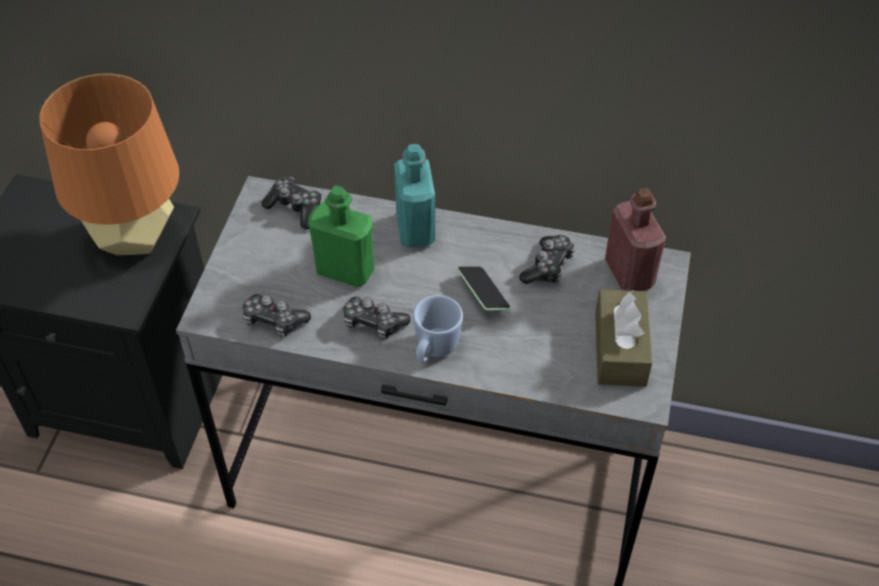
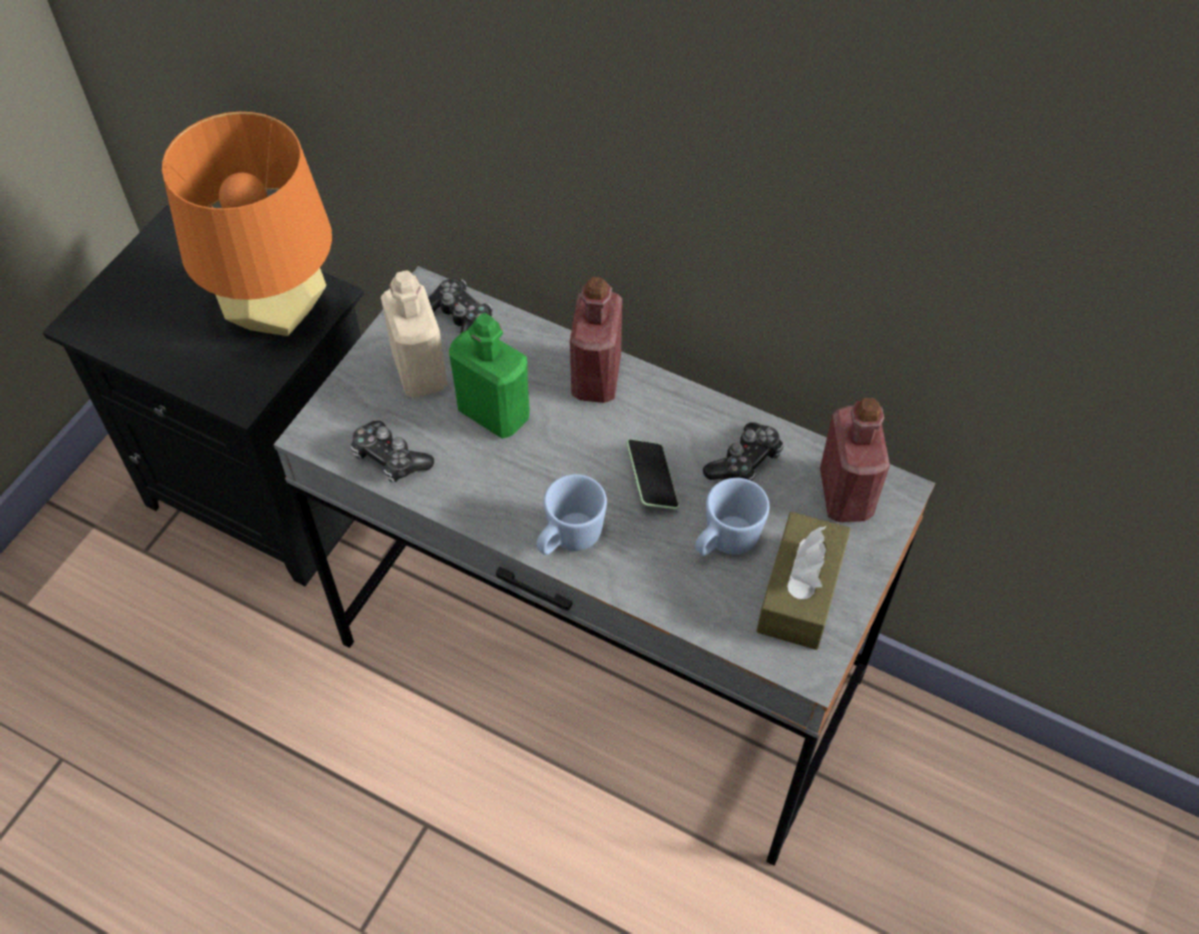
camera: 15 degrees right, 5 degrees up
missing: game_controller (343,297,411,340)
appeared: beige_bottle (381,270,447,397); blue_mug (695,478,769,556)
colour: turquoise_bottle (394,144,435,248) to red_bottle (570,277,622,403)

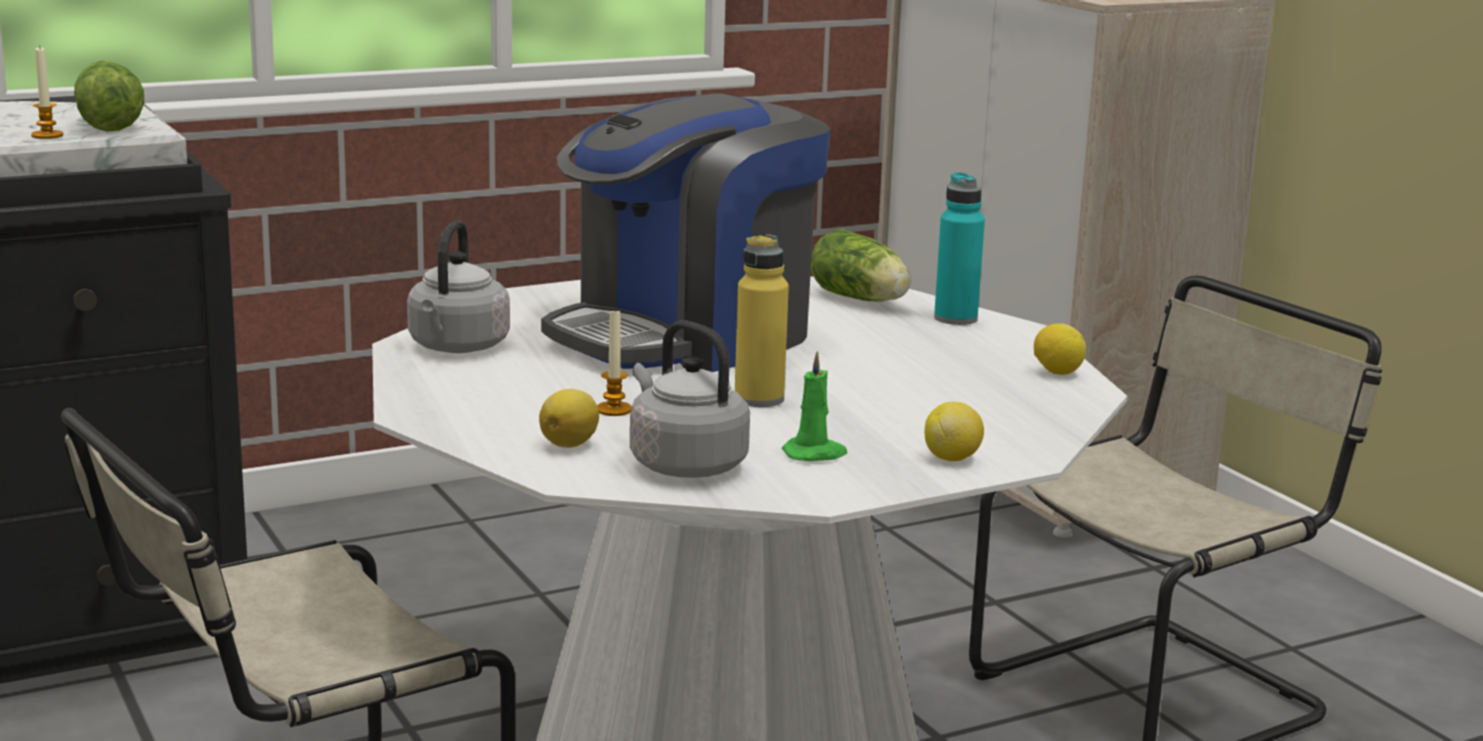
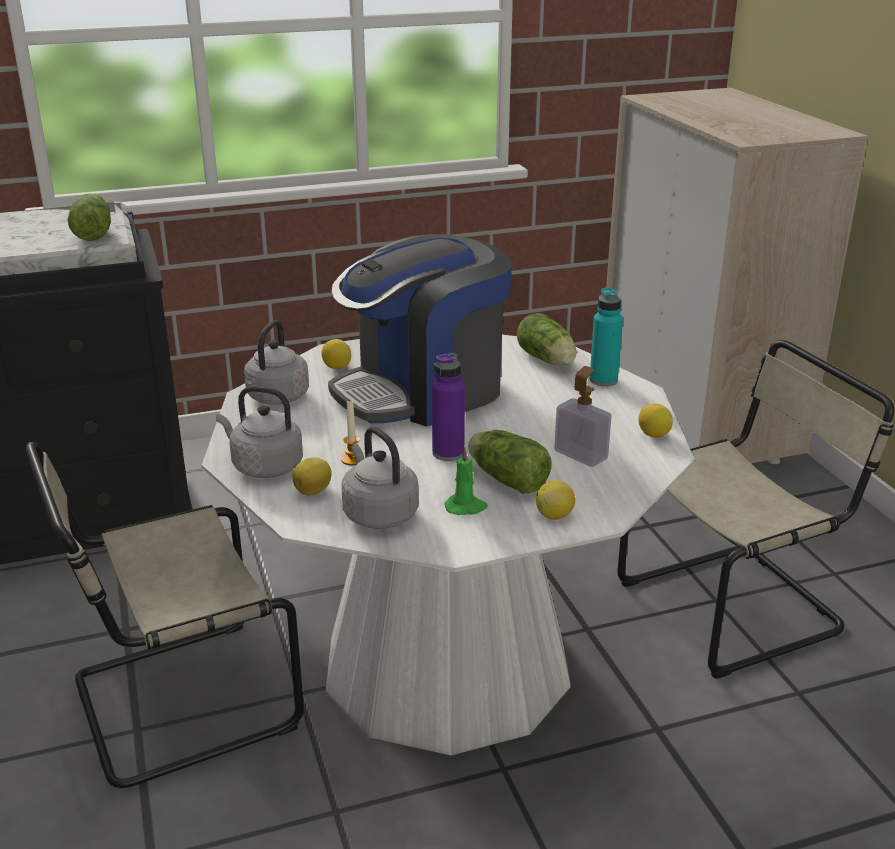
camera: 10 degrees right, 10 degrees up
missing: candle (31,45,63,139)
appeared: grey_kettle (216,386,303,478); lemon (321,339,351,369); lettuce (468,430,552,494); soap_dispenser (554,366,611,467)
colour: yellow_bottle (735,234,789,407) to purple_bottle (432,353,465,461)

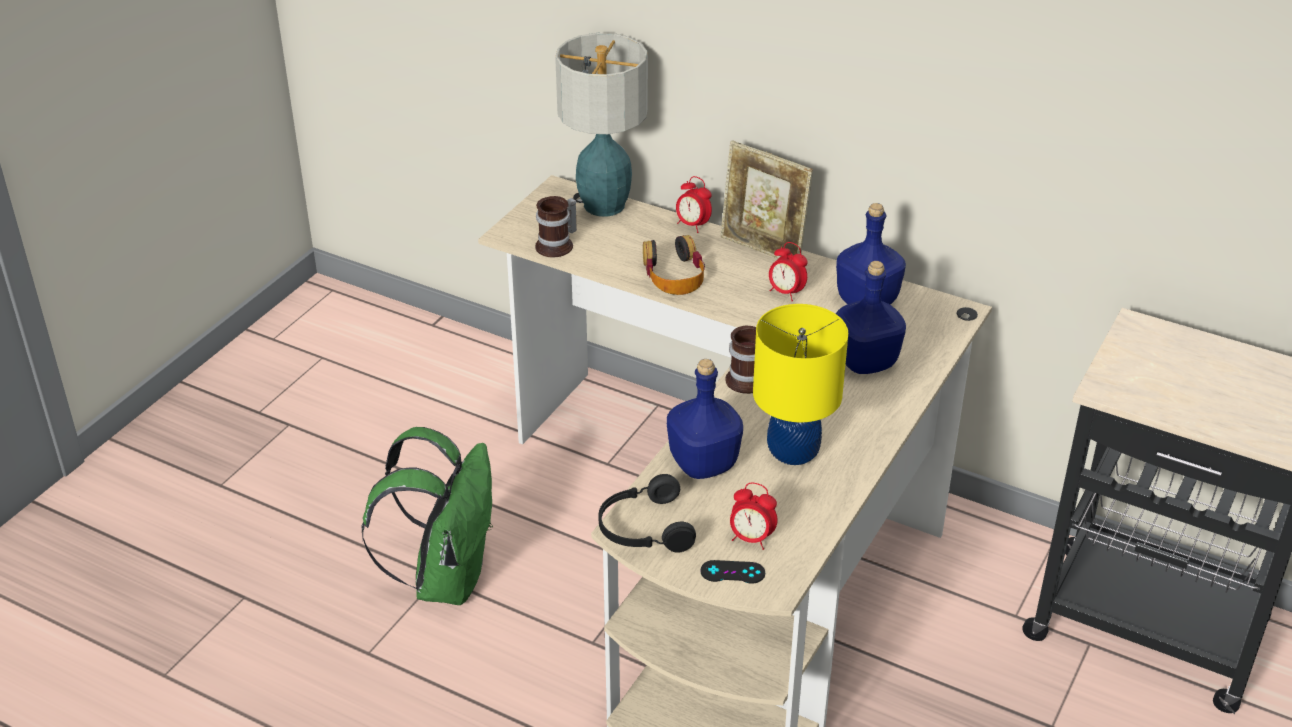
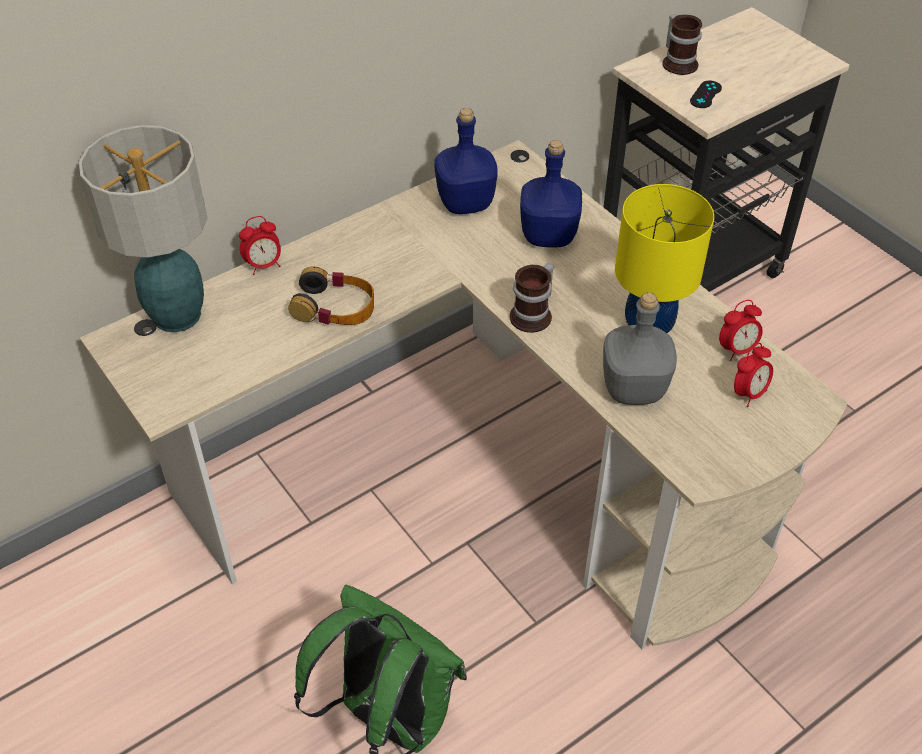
camera: 65 degrees left, 10 degrees up
missing: black_headphones (598,474,696,553); picture_frame (720,140,813,258)
relocated: mug (535,196,577,258) to (662,14,702,75); black_game_controller (700,560,765,584) to (690,81,722,108); alarm_clock (769,242,808,301) to (719,300,763,361)
colour: blue_bottle (667,359,743,479) to grey_bottle (603,292,677,405)

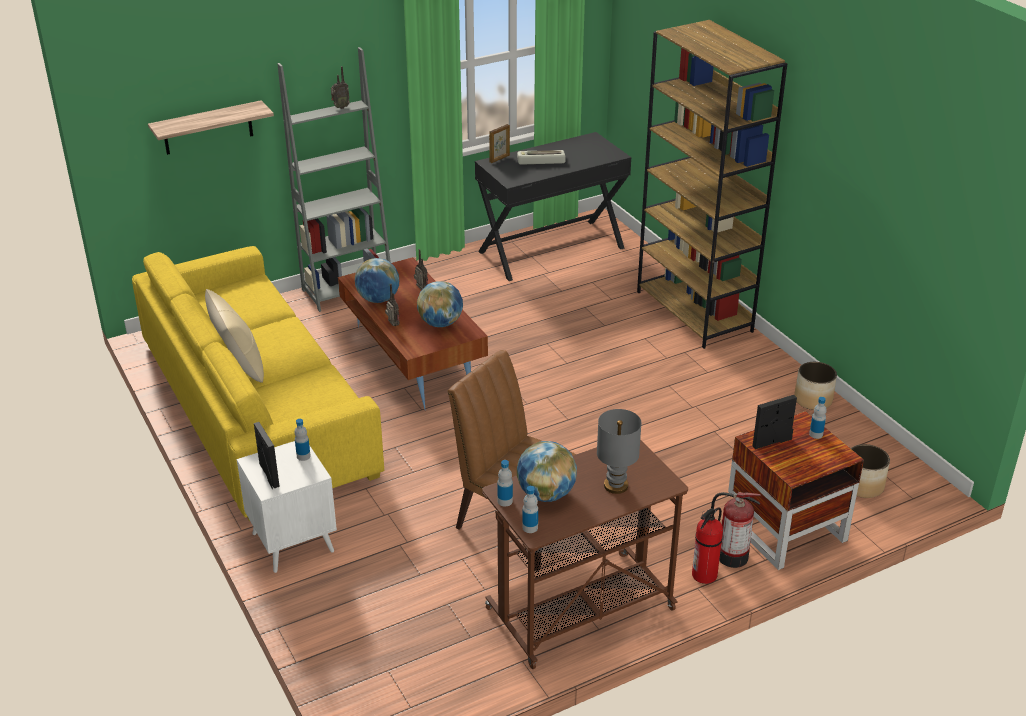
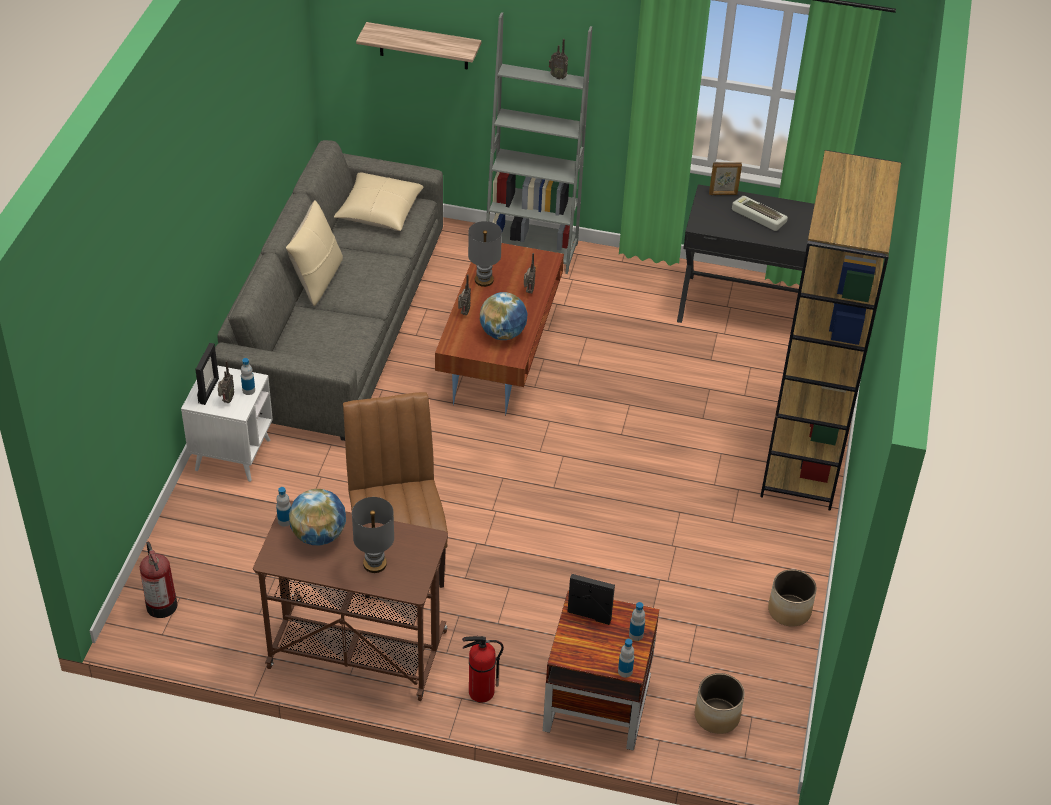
camera: 40 degrees right, 10 degrees up
appeared: radio (218,361,234,403); beige_pillow (334,172,424,231)
relocated: bottle (522,486,538,533) to (618,639,634,677); fire_extinguisher (711,492,761,568) to (140,541,177,618)
exchanged: globe (355,258,399,303) to grey_table_lamp (468,221,502,287)
colour: yellow_sofa (132,246,384,521) to grey_sofa (215,140,443,441)

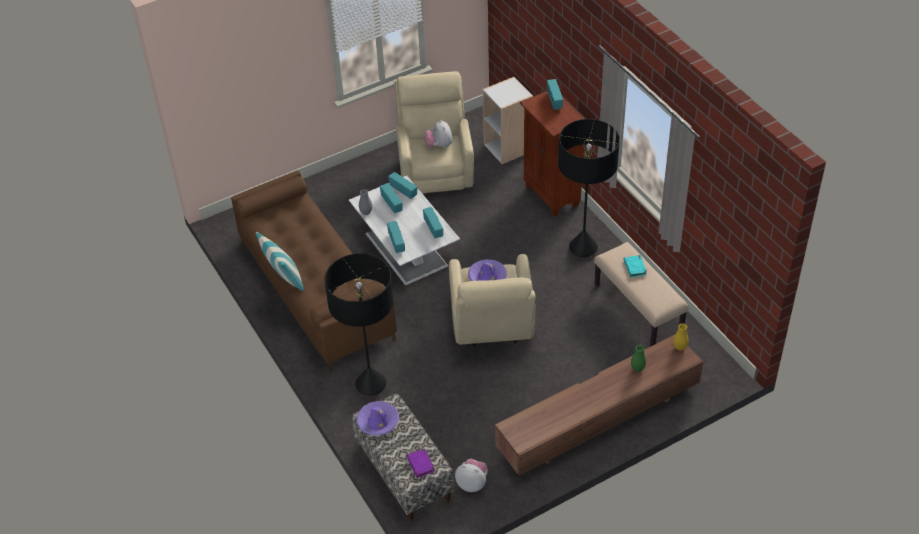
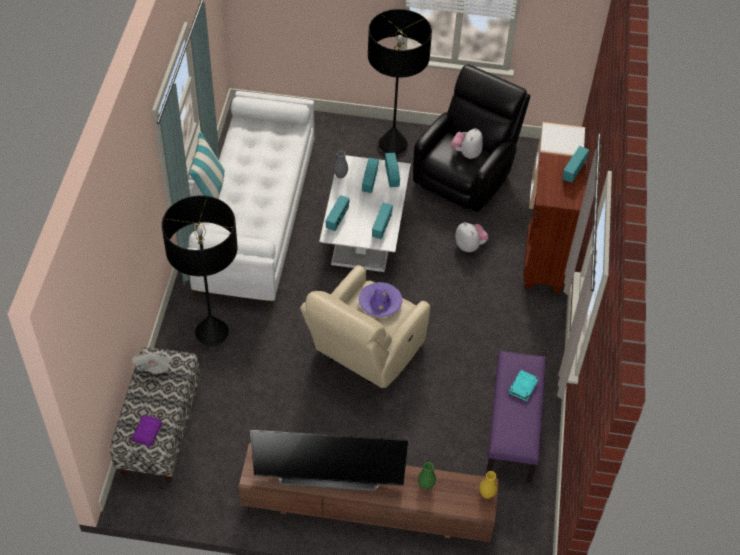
camera: 35 degrees right, 5 degrees up
appeared: television (250,430,408,491)
relocated: plush_toy (455,459,488,492) to (455,222,488,252); black_floor_lamp (558,119,620,257) to (368,9,432,154)
exchanged: purple_hat (357,401,399,436) to newspaper (132,352,172,374)
colour: brown_sofa (231,170,397,371) to white_sofa (187,91,314,309); beige_armchair (395,71,474,194) to black_armchair (413,64,530,212); beige_bench (594,242,689,346) to purple_bench (486,351,546,483)

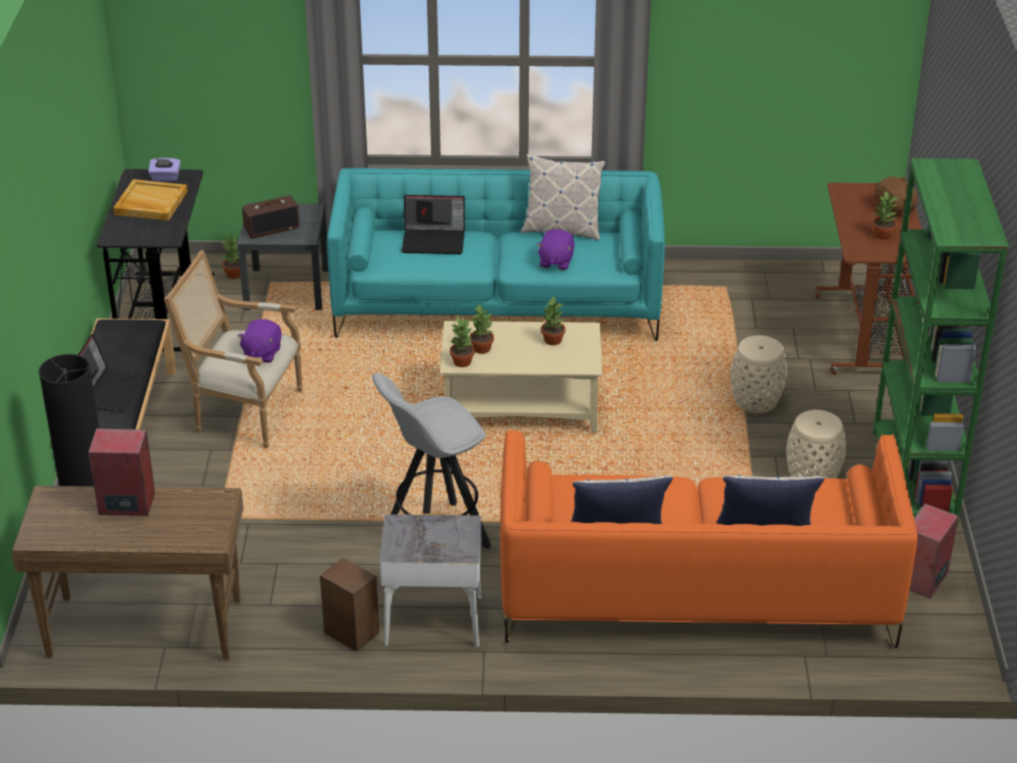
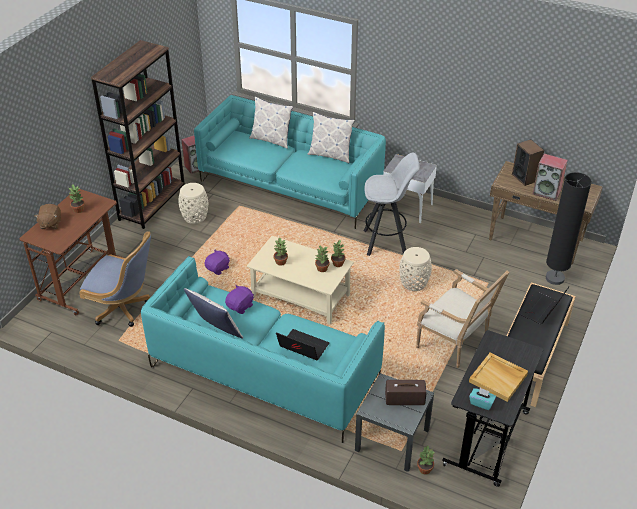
camera: 155 degrees left, 5 degrees up
appeared: blue_office_chair (79,231,151,327)
relocated: purple_plush_toy (237,319,282,363) to (204,249,230,275); speaker (320,558,379,652) to (512,139,544,186); beige_stool (731,335,787,413) to (399,247,432,291)
colour: purple_tissue_box (148,158,181,181) to turquoise_tissue_box (469,388,496,410); orange_sofa (500,429,918,649) to turquoise_sofa (194,95,386,229); green_bookcase (873,158,1009,527) to brown_bookcase (91,40,185,229)

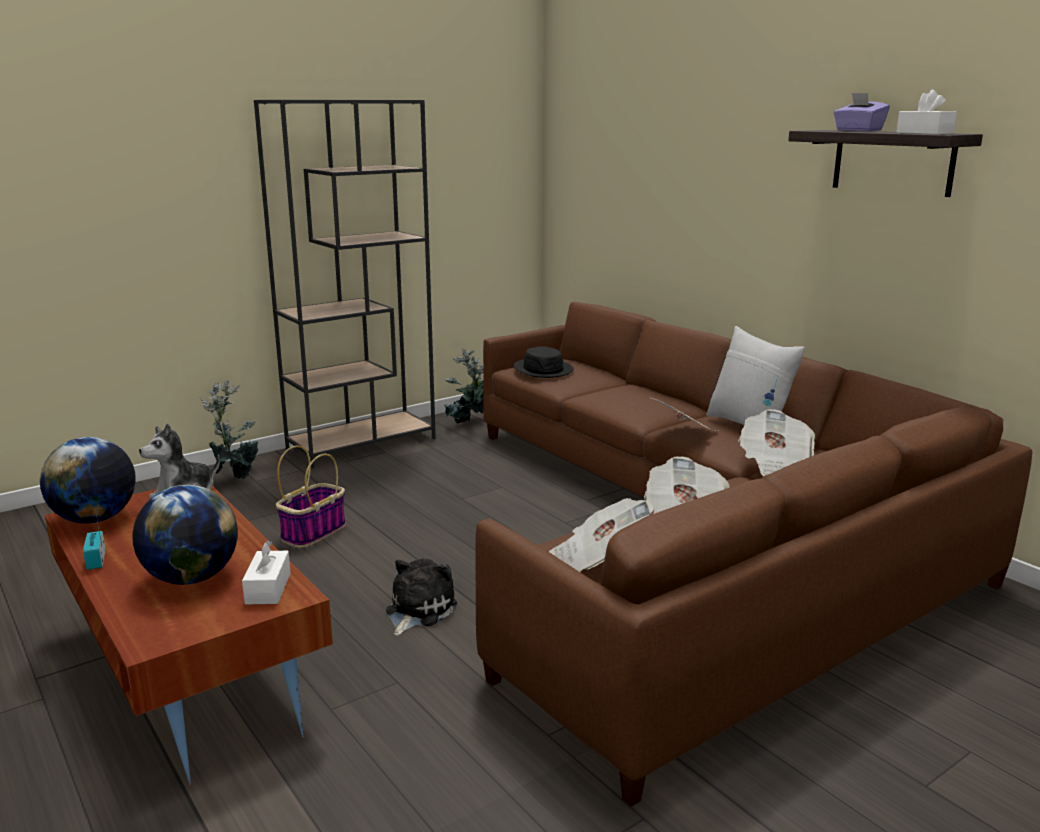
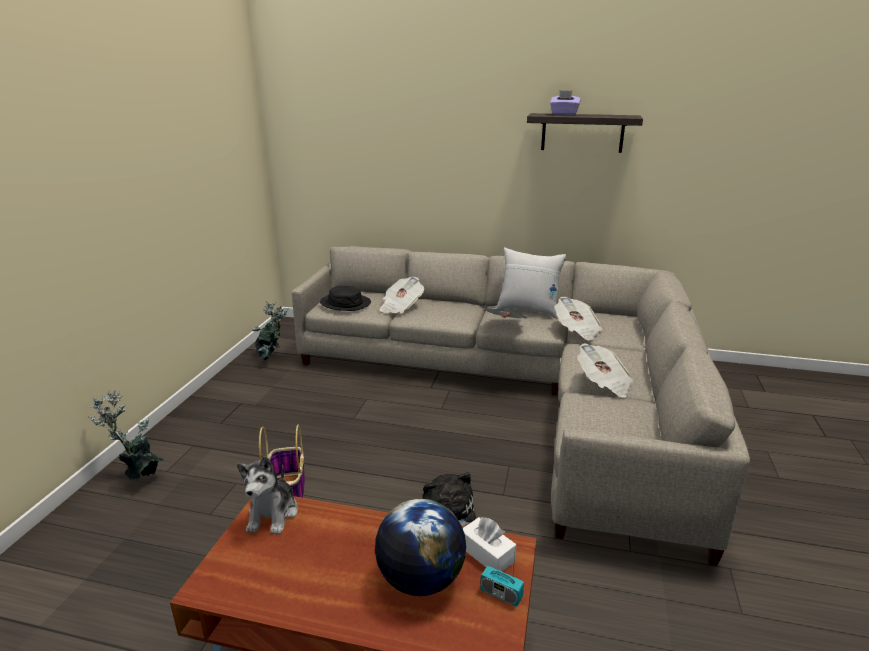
camera: 40 degrees left, 5 degrees up
missing: globe (40,437,136,524); bookcase (254,100,436,469); white_tissue_box (897,90,957,134)
relocated: radio (83,508,106,570) to (480,554,524,606); newspaper (549,498,654,572) to (380,277,424,313)
colour: brown_sofa (475,302,1032,807) to grey_sofa (292,246,750,566)

